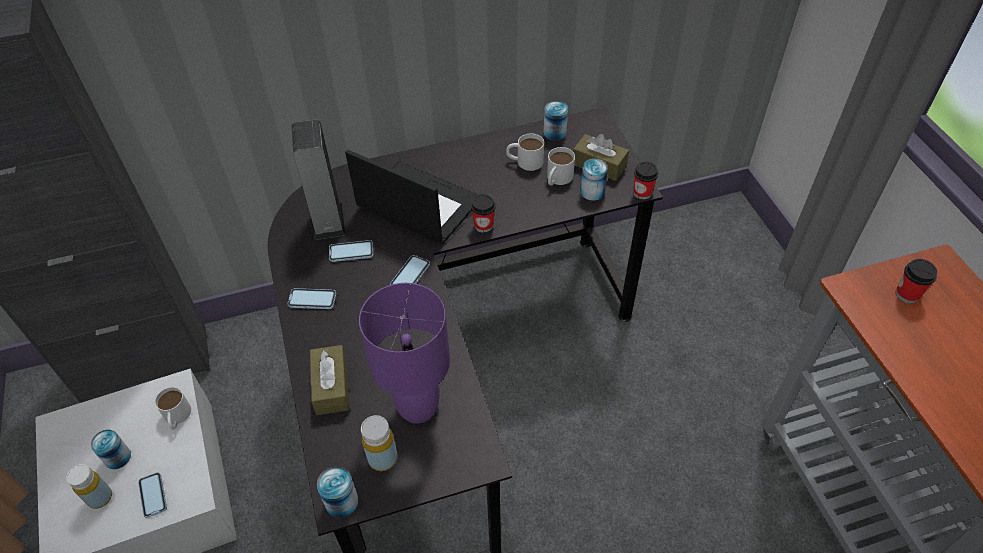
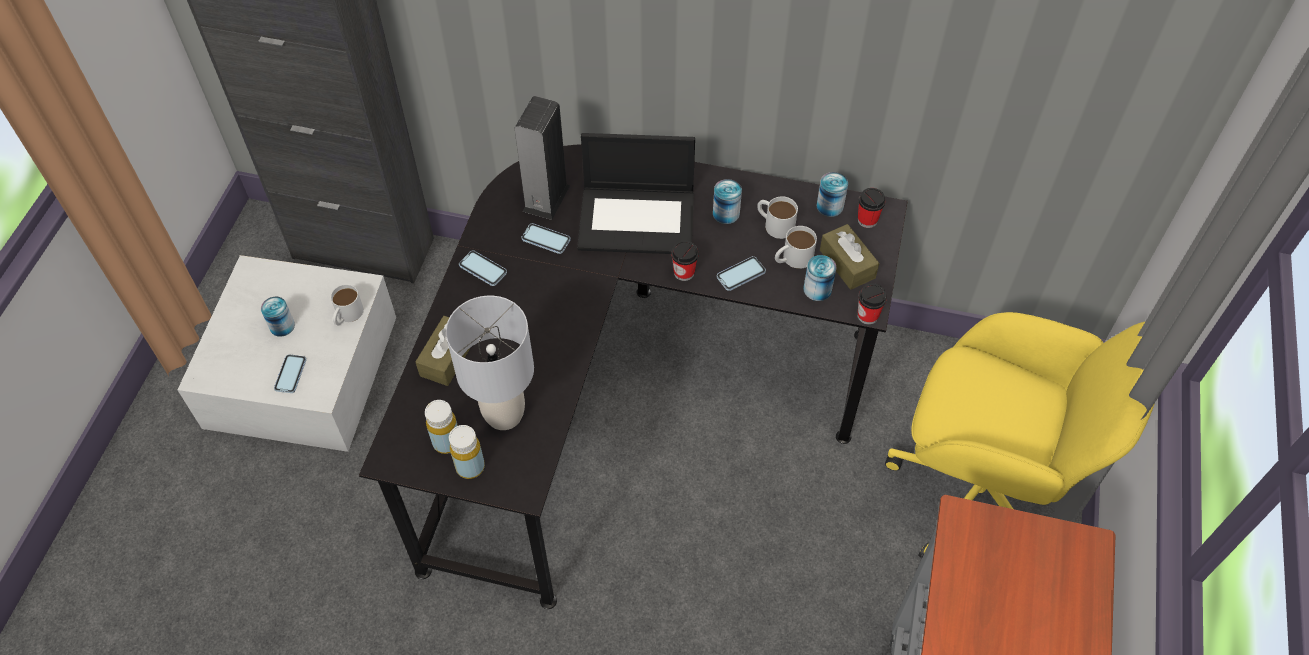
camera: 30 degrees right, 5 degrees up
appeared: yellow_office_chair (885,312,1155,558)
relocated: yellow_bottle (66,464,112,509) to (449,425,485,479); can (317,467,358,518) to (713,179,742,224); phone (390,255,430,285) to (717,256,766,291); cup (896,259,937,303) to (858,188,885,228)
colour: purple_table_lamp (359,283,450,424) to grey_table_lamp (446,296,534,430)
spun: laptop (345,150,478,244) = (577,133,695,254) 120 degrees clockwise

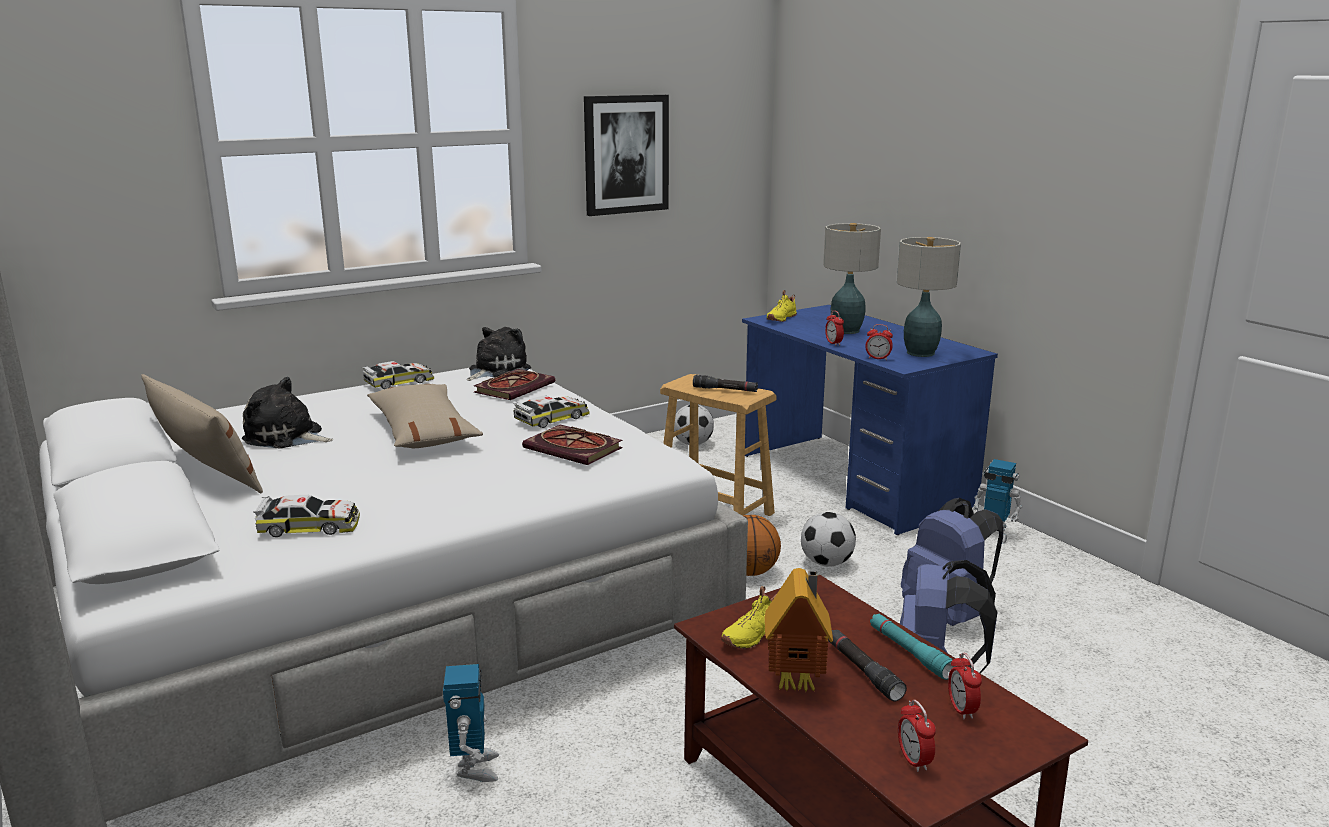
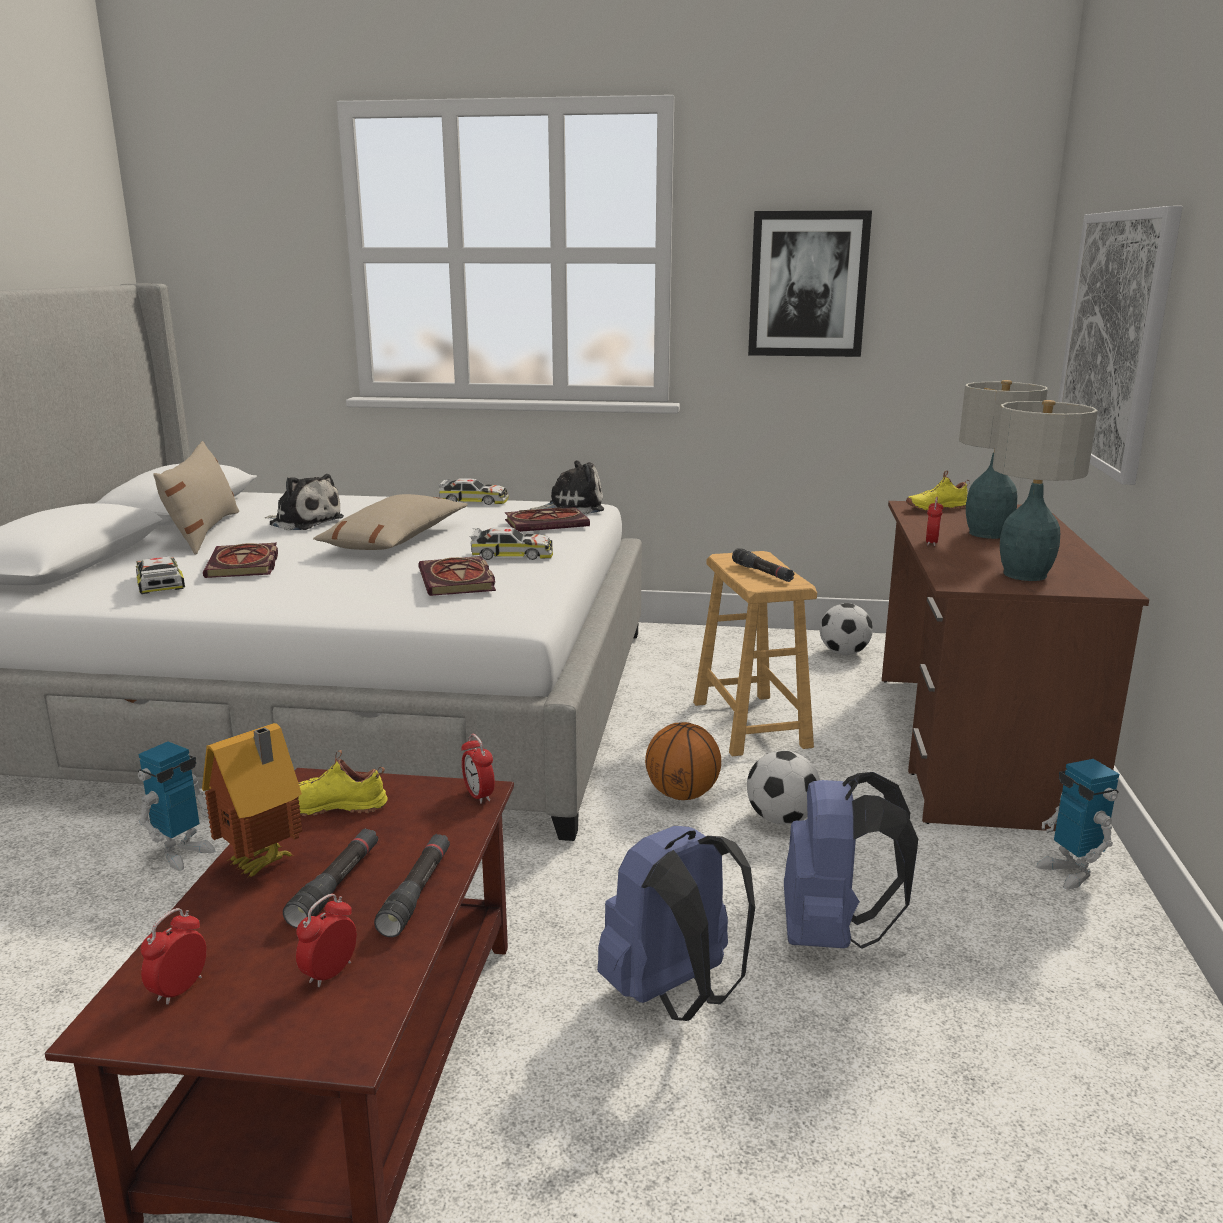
camera: 40 degrees right, 0 degrees up
appeared: book (203,543,278,578); picture (1058,206,1182,485)
relocated: alarm_clock (865,324,893,360) to (461,734,495,804)
colour: blue_desk (742,305,998,535) to brown_desk (882,501,1149,831); turquoise_flashlight (870,614,957,680) to black_flashlight (374,834,450,937)
spun: plush_toy (242,377,333,449) = (265,474,344,530) 150 degrees clockwise; toy_car (252,495,360,537) = (136,556,185,594) 150 degrees counterclockwise

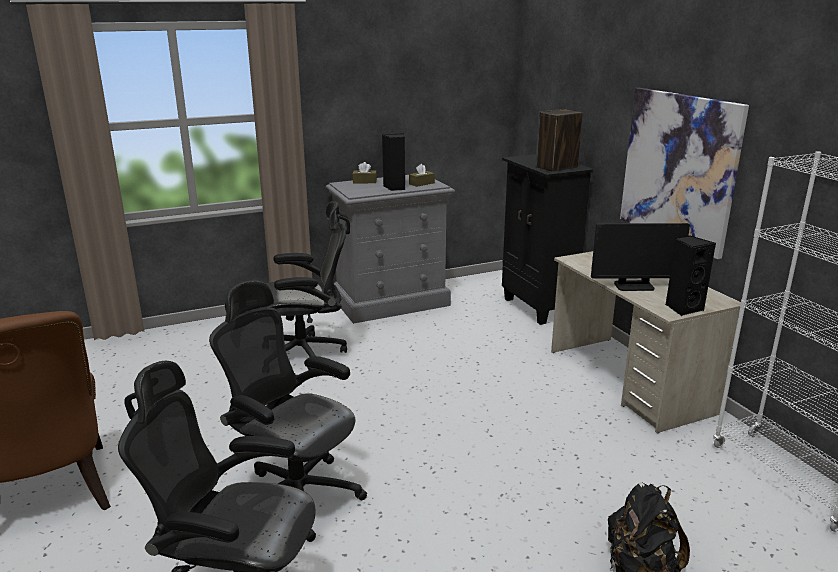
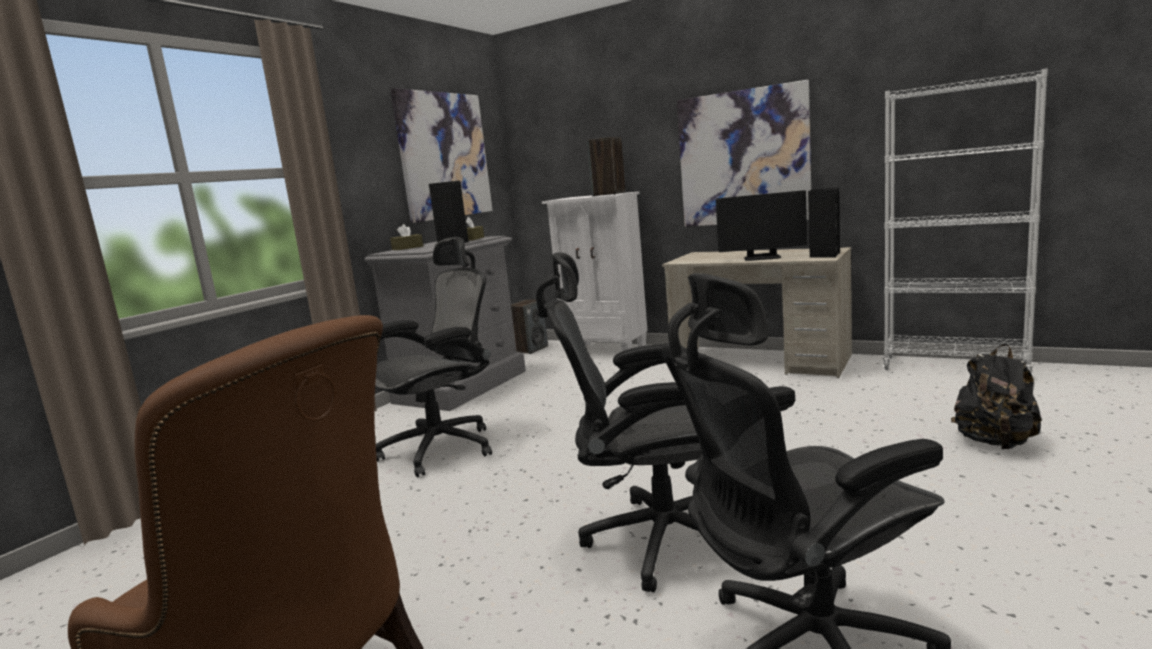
camera: 35 degrees left, 10 degrees down
appeared: picture (391,88,493,223); speaker (511,300,548,354)
colour: black_cabinet (502,154,593,325) to white_cabinet (542,192,648,351)
spun: monitor (591,223,690,291) = (716,190,807,261) 45 degrees clockwise

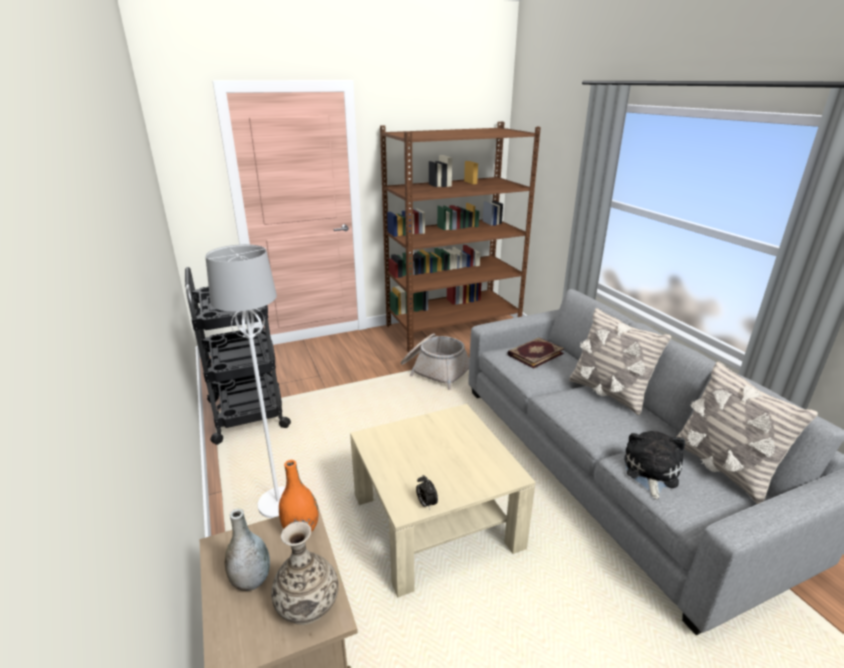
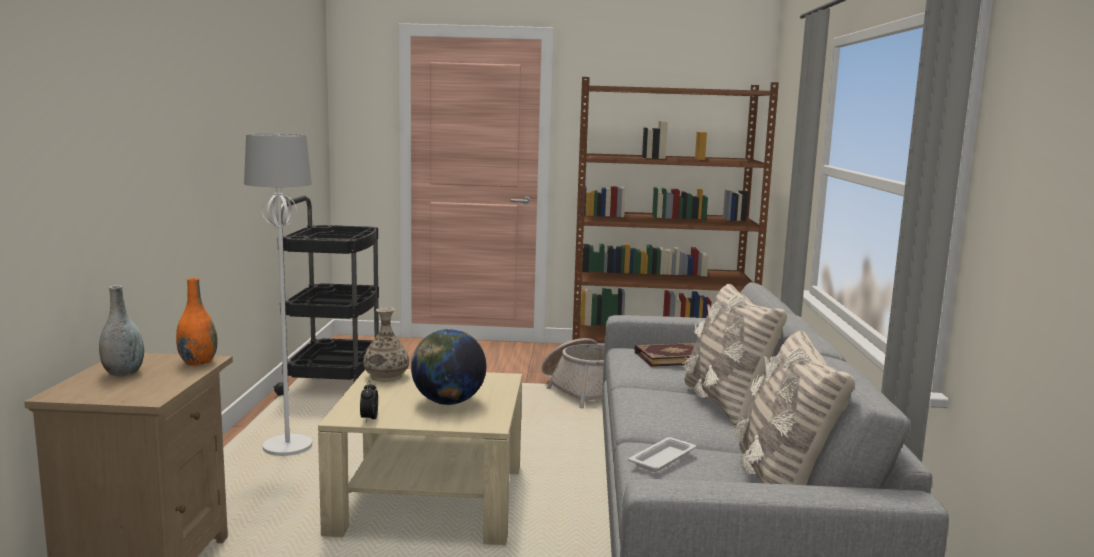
camera: 25 degrees right, 15 degrees down
appeared: globe (411,329,486,405)
relocated: vase (271,522,339,625) to (363,307,409,381)
exchanged: plush_toy (624,431,685,500) to white_tray (628,437,696,472)

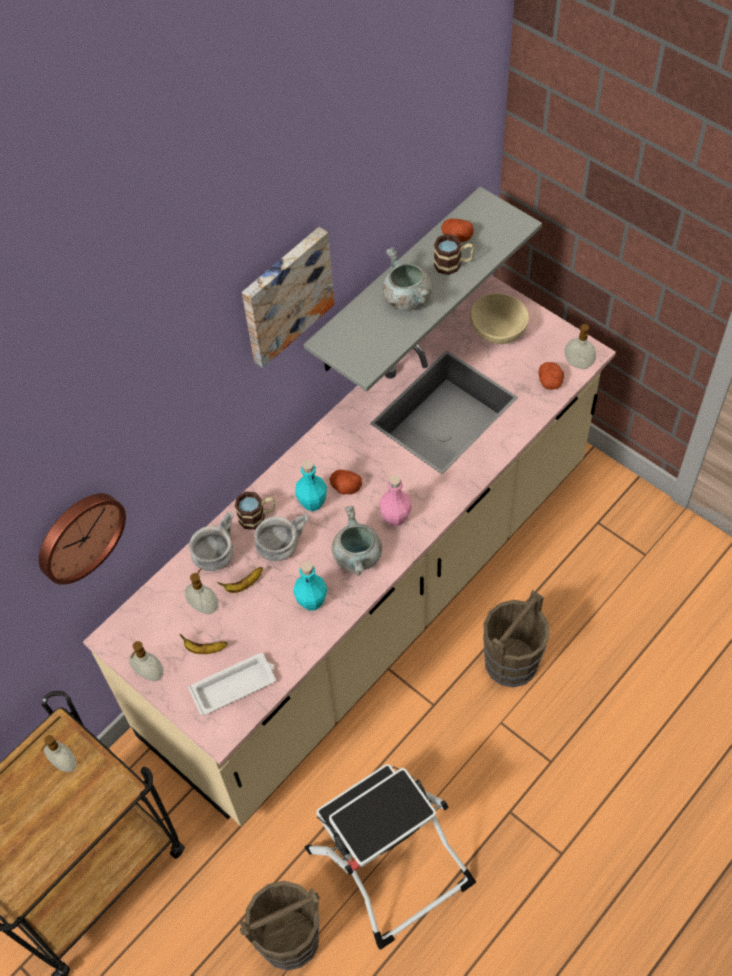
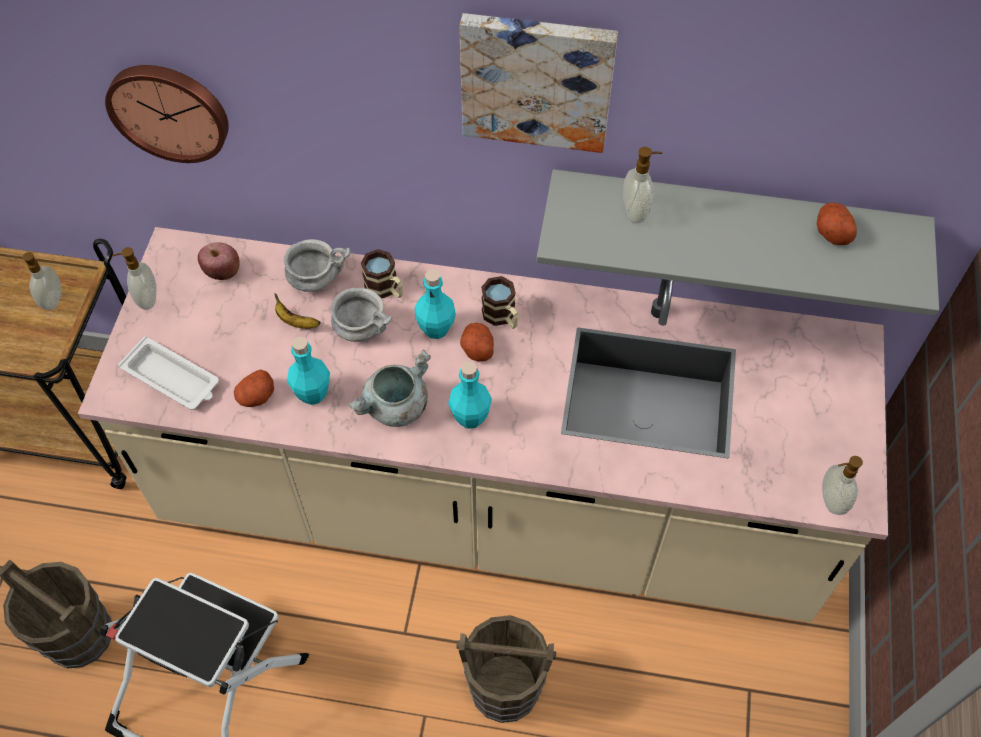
camera: 55 degrees right, 0 degrees up
missing: banana (180,634,227,654); grey_cooking_pot (382,247,432,311); beige_bowl (470,293,529,344)
appeared: apple (198,242,240,280)
relocated: soap_dispenser (185,568,218,614) to (623,147,662,223); mug (434,234,474,275) to (481,276,519,329); potato (539,362,564,390) to (234,370,274,407)
colour: pink_bottle (379,475,412,526) to turquoise_bottle (448,361,492,429)

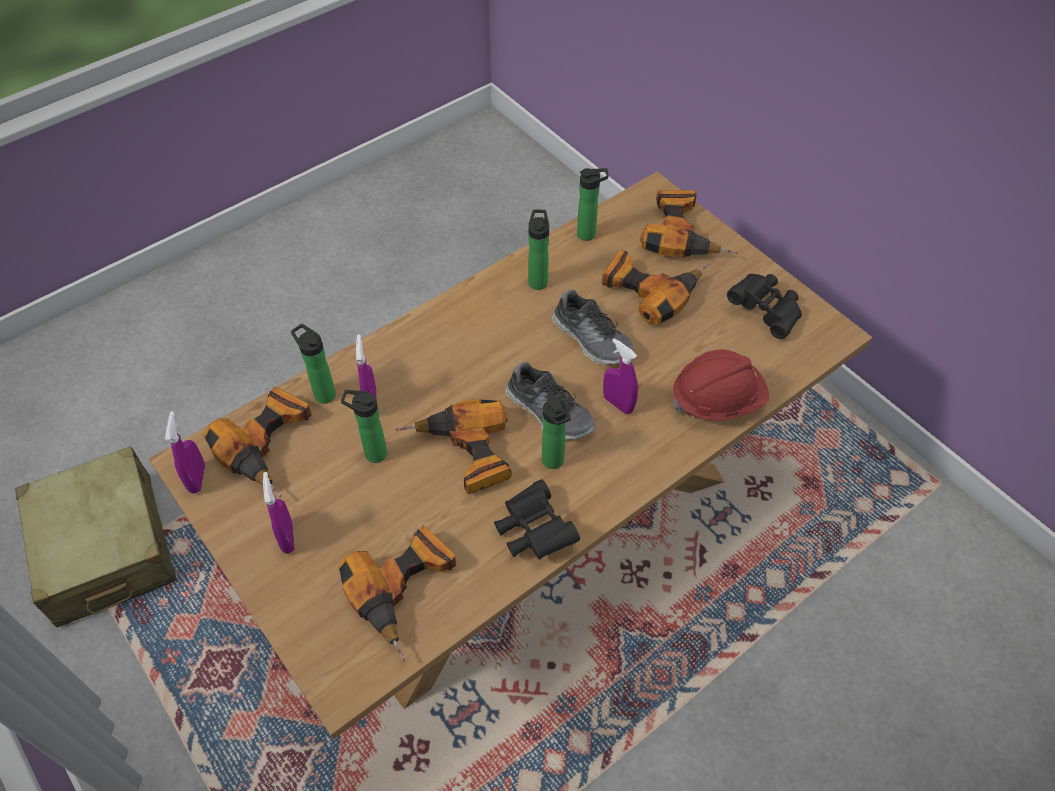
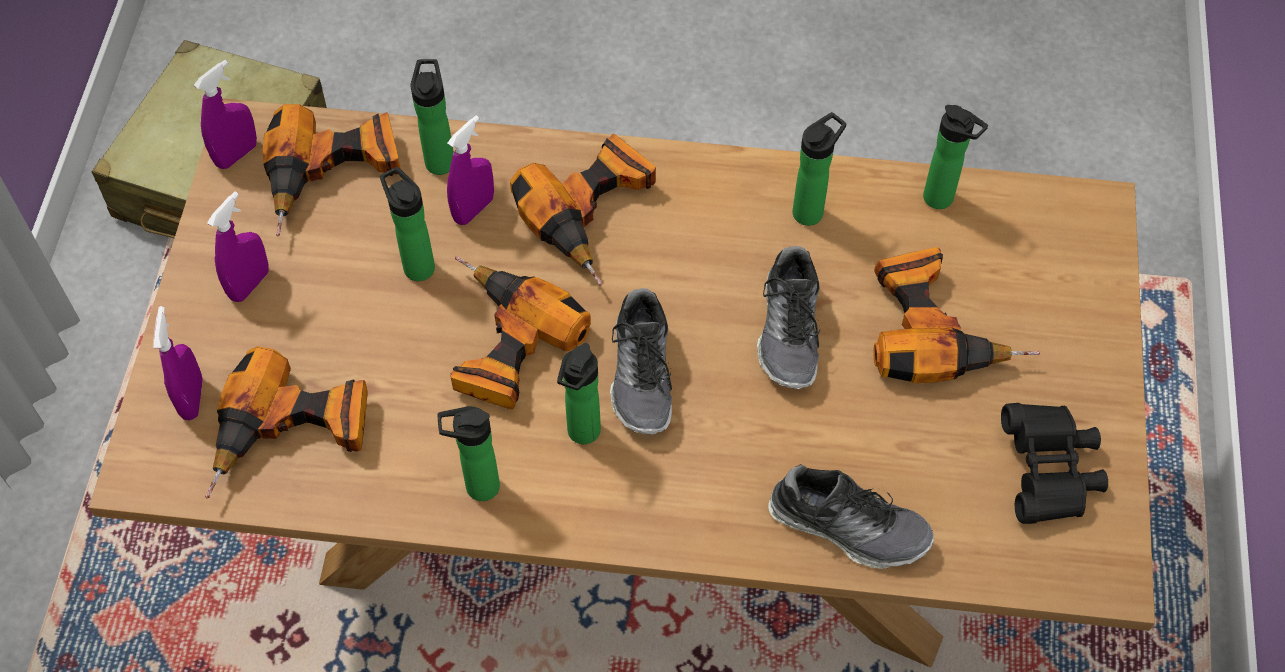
camera: 45 degrees right, 5 degrees up
relocated: purple_spray_bottle (603,338,638,414) to (153,306,203,420); power_drill (640,190,738,257) to (510,133,656,286)
exchanged: black_binoculars (494,479,580,559) to bottle (438,406,500,501); red_hard_hat (672,350,769,420) to shoe (768,464,934,569)

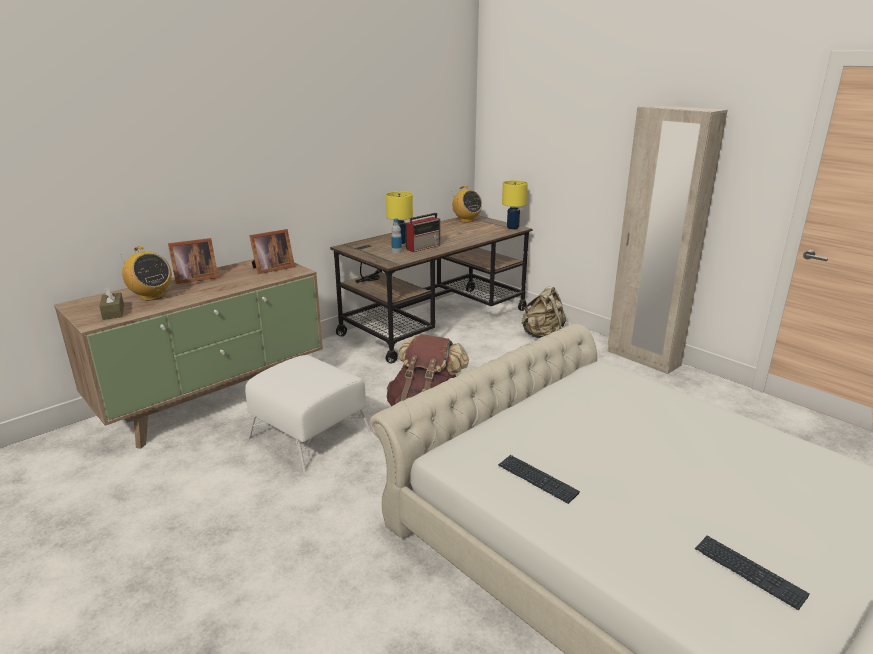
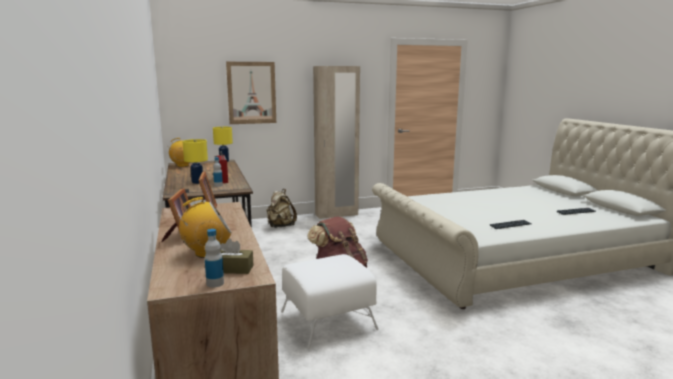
camera: 65 degrees left, 10 degrees down
appeared: bottle (205,229,224,288); picture (226,62,276,124)

